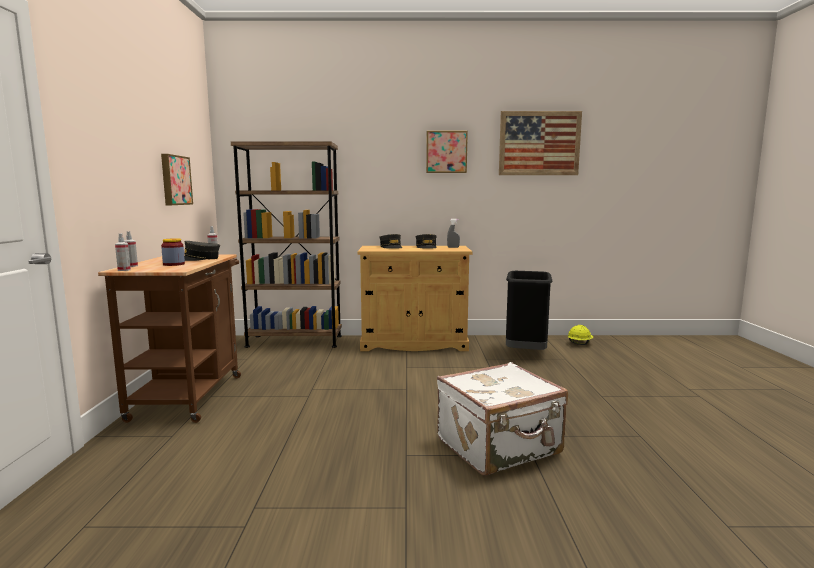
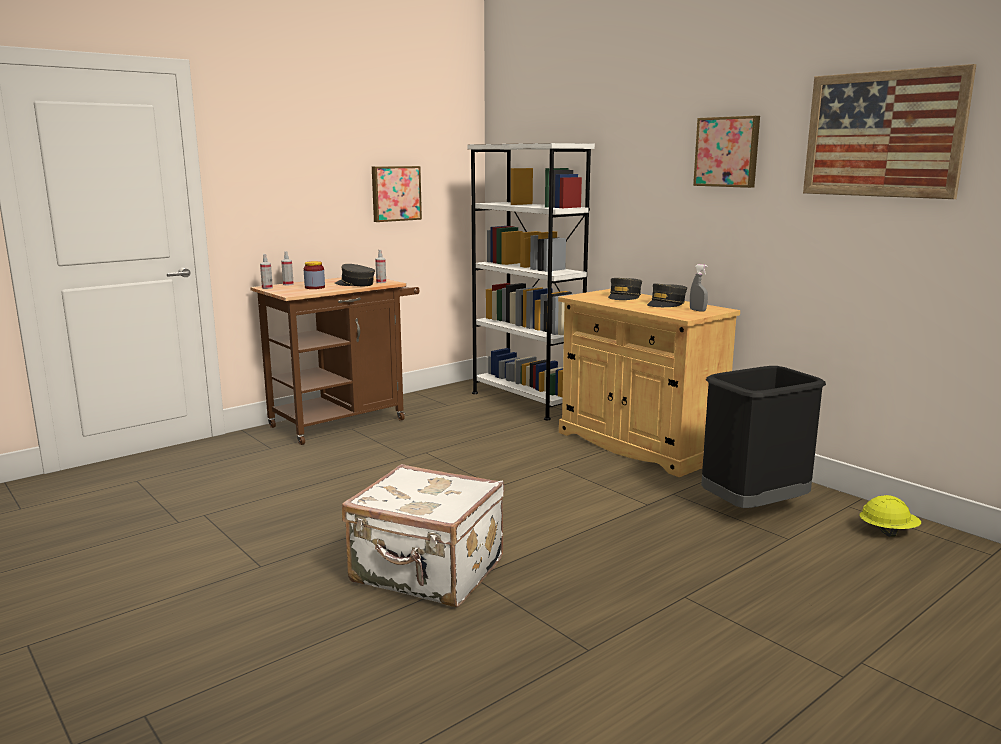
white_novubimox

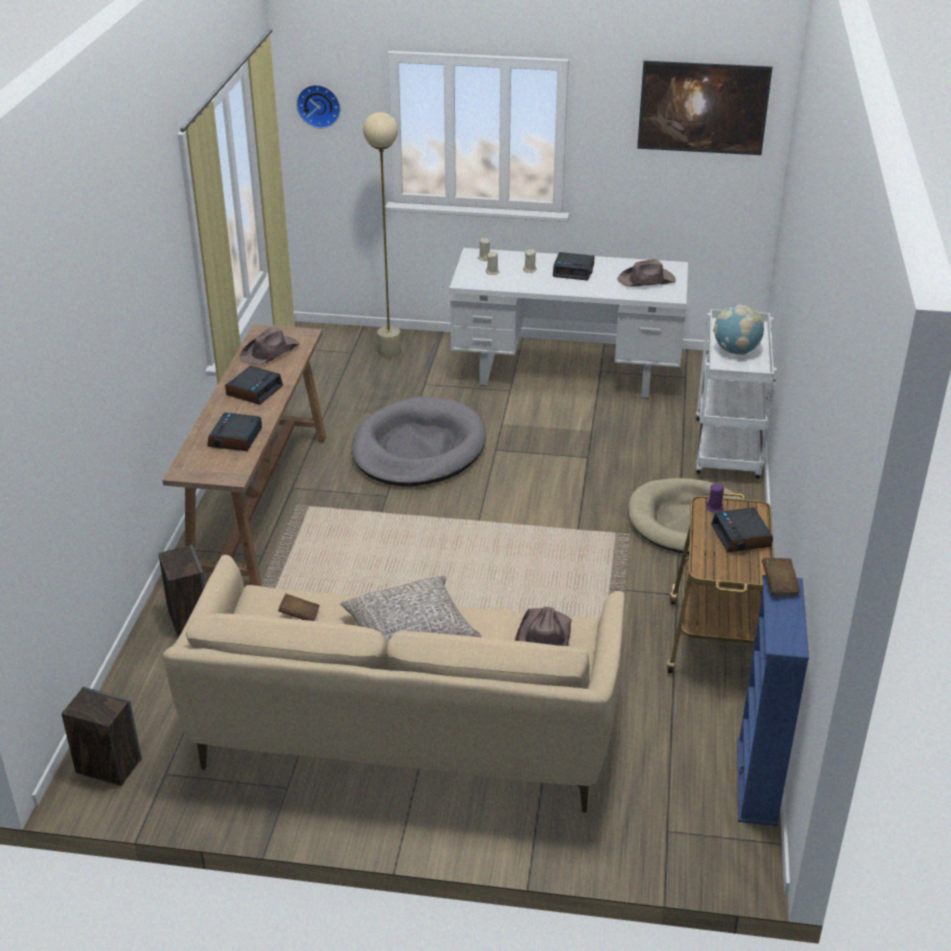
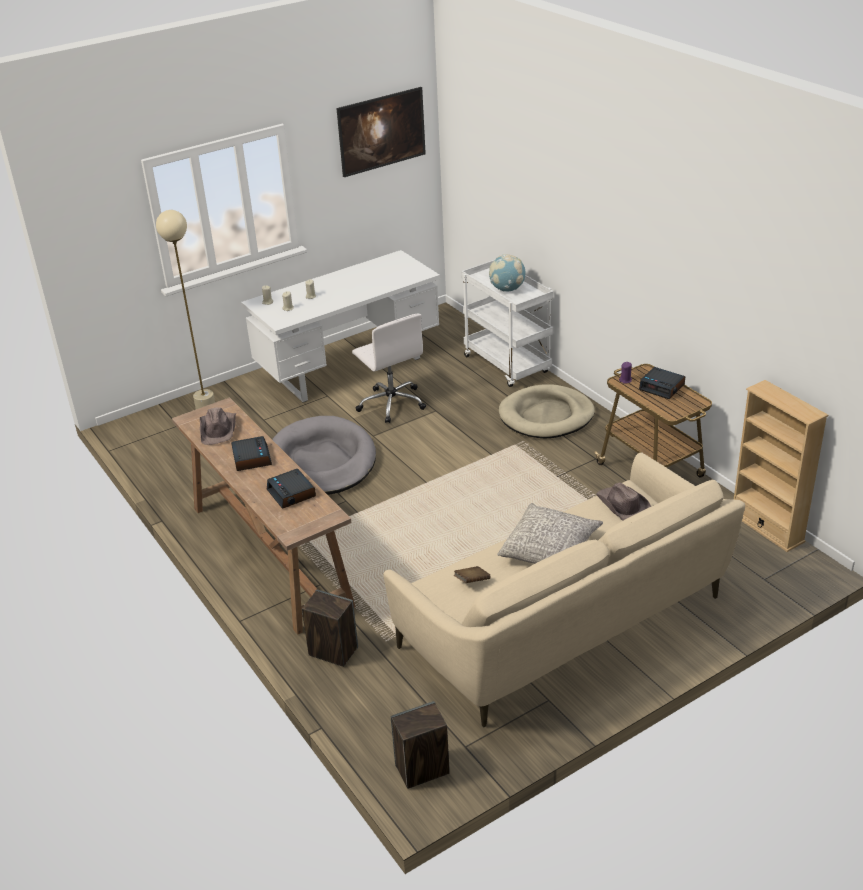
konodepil
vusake (3rd from left in the first image)
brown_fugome (3rd from left in the first image)
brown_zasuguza (2nd from left in the first image)
beige_novubimox
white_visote

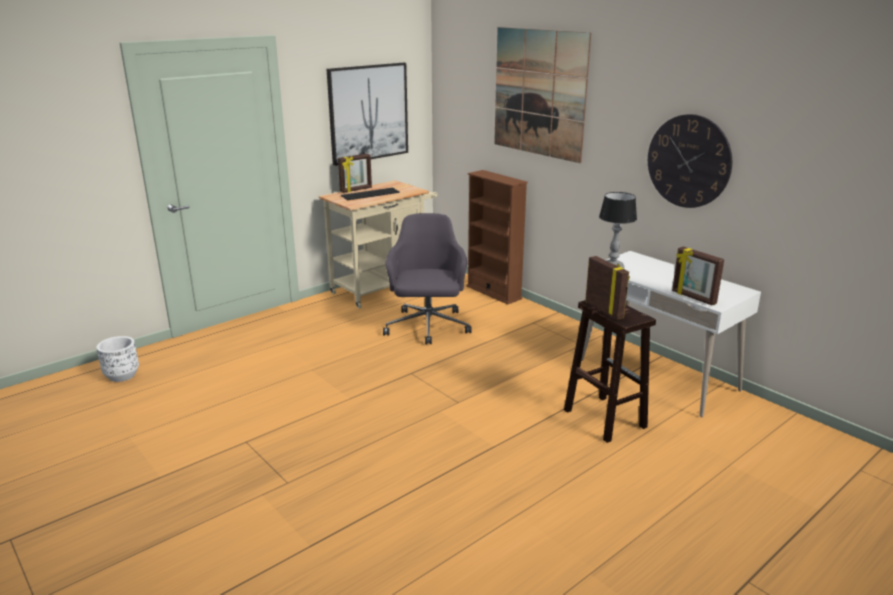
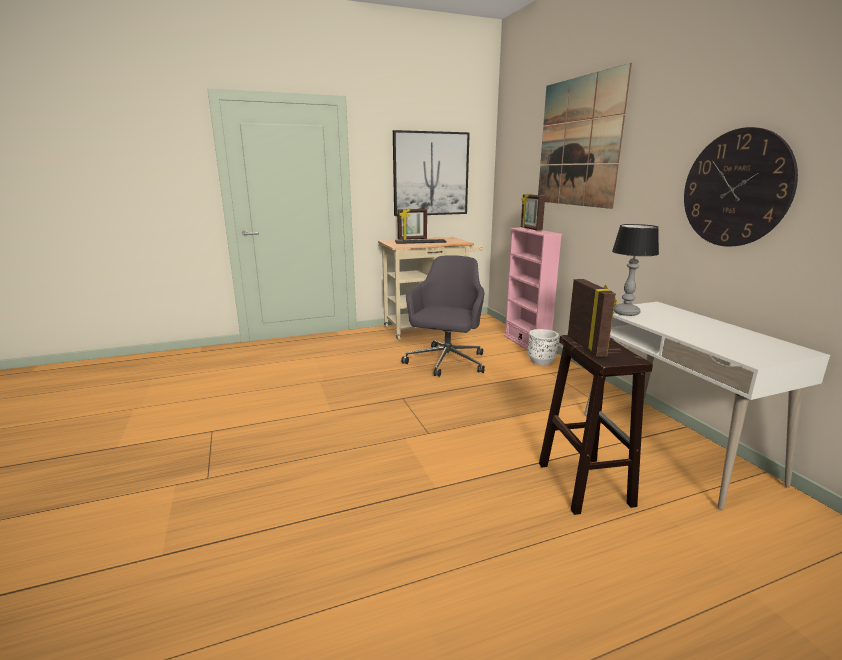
pink_novubimox
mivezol (2nd from left)
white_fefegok

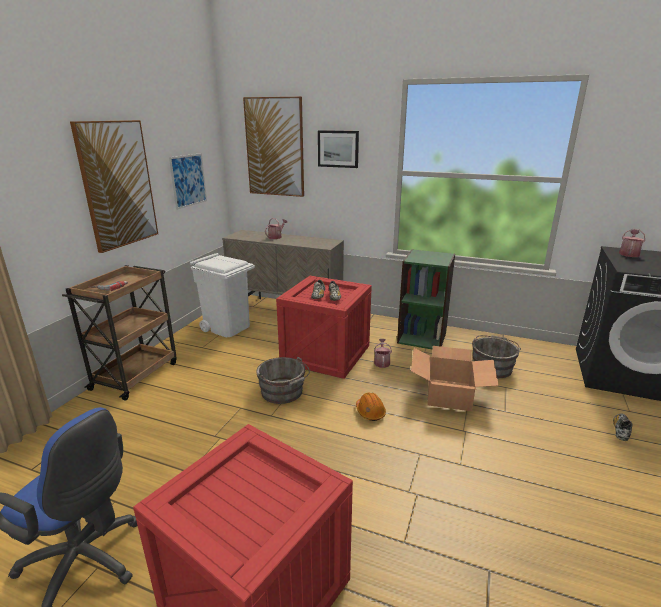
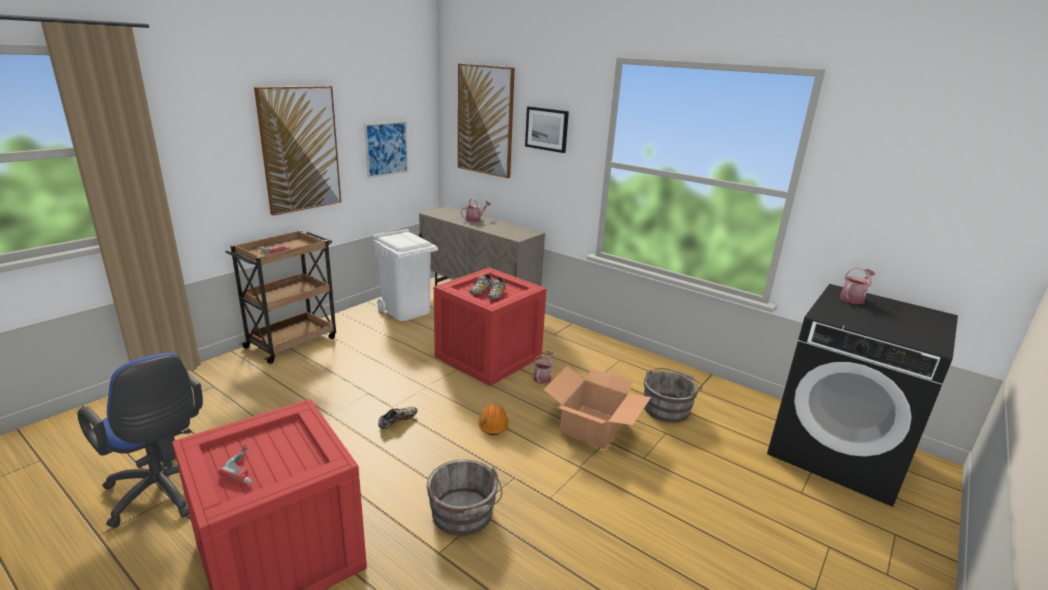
green_novubimox
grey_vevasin (1st from left)
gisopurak (1st from left)
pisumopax (1st from left)

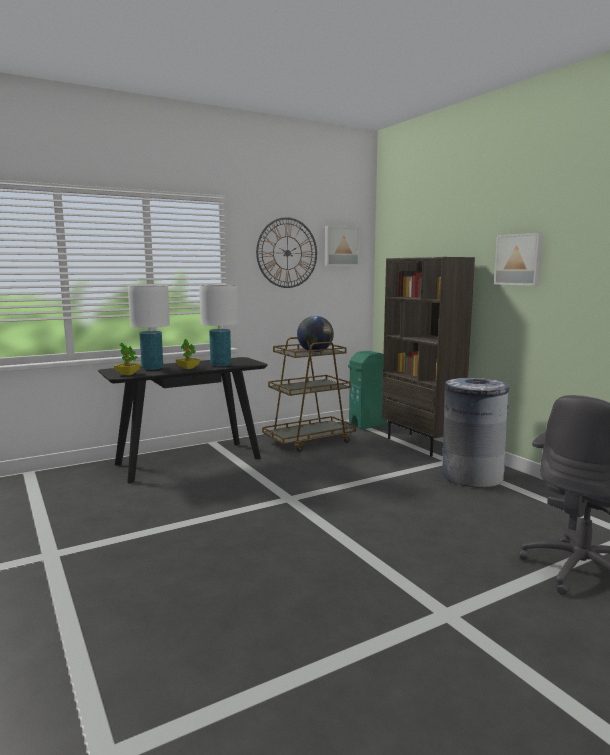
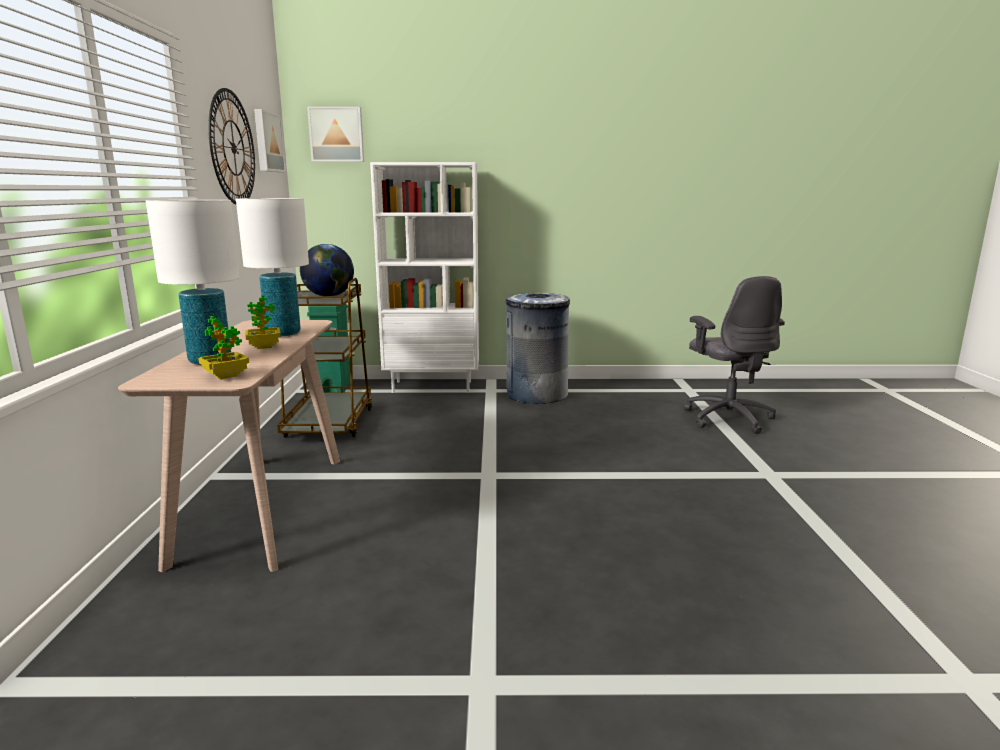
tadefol (2nd from left)
white_novubimox
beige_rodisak

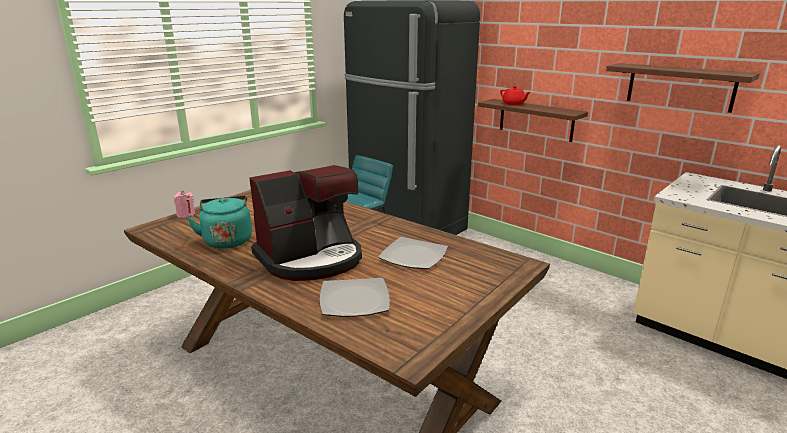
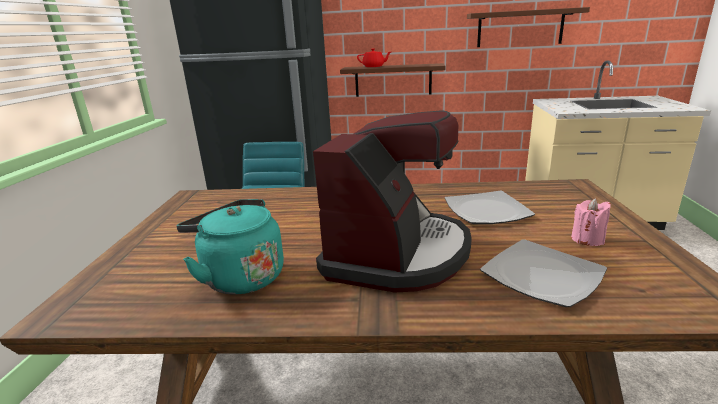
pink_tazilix

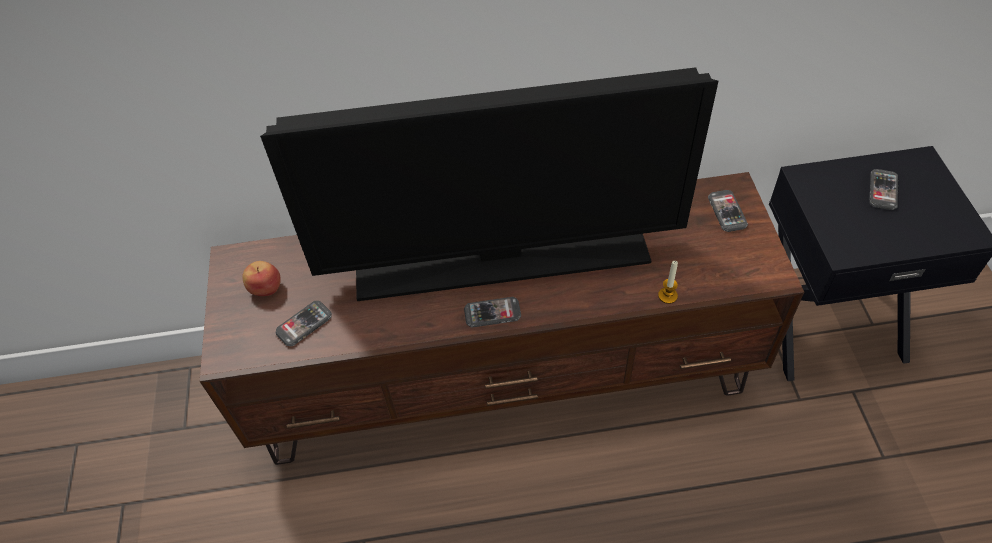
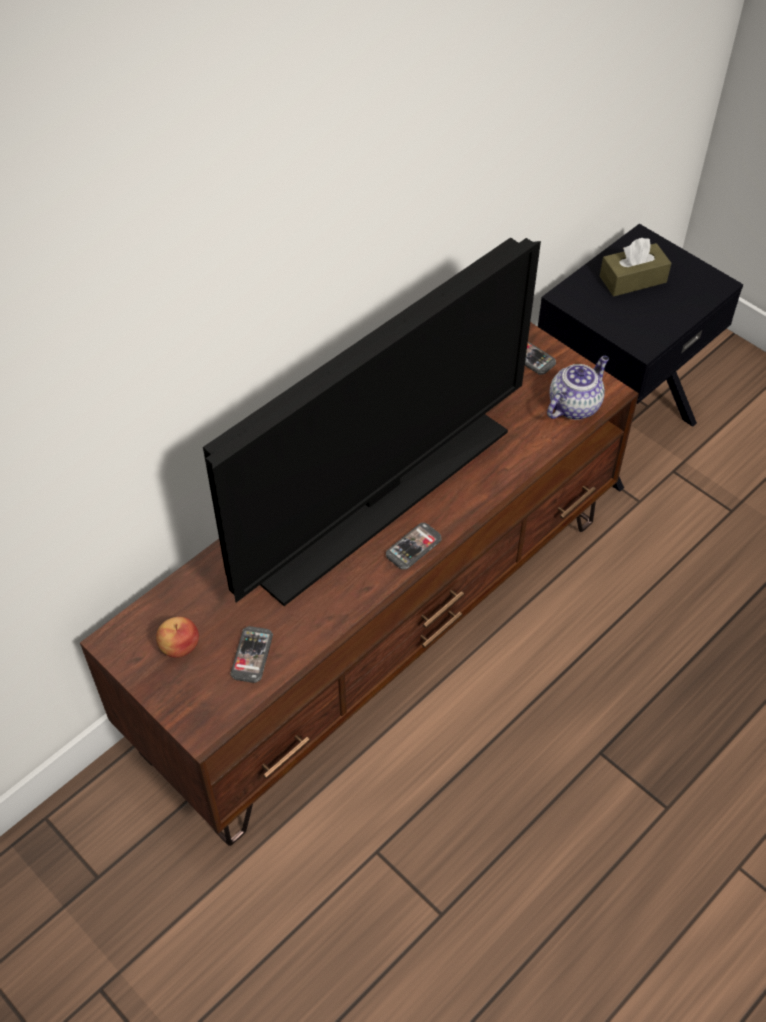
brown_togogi
tazilix
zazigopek

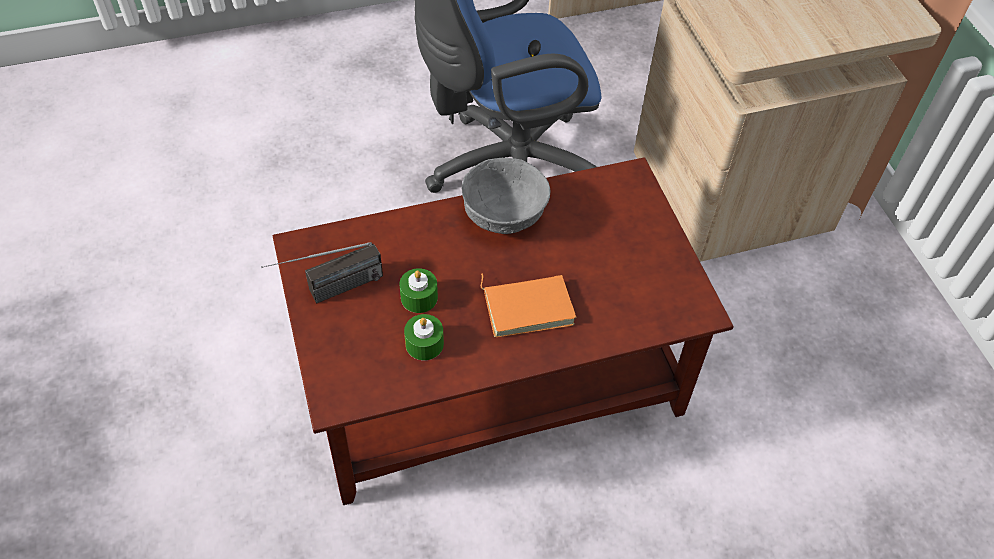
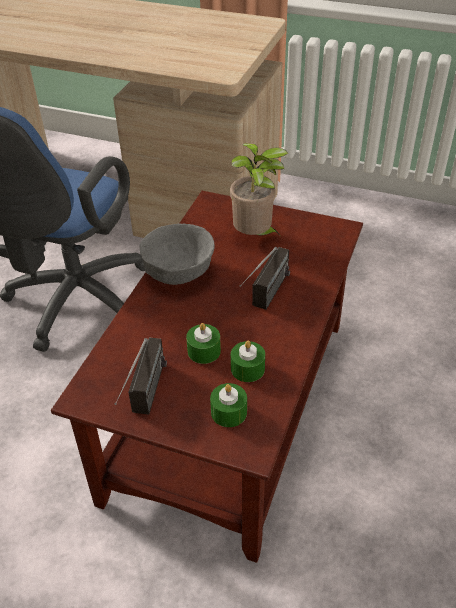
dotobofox (2nd from left)
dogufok
green_tazilix (2nd from left)

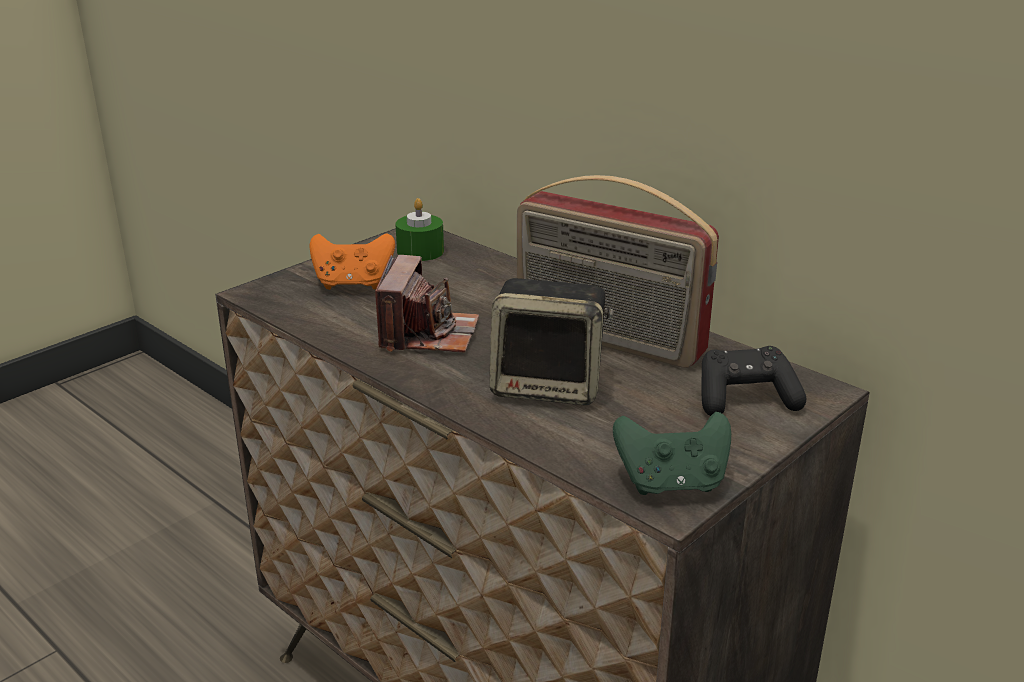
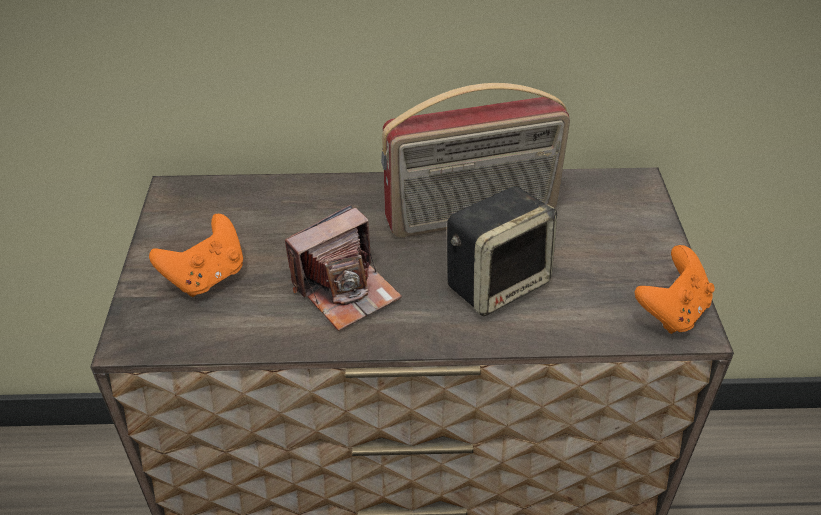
green_tazilix
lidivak
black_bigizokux
orange_bigizokux (2nd from left)

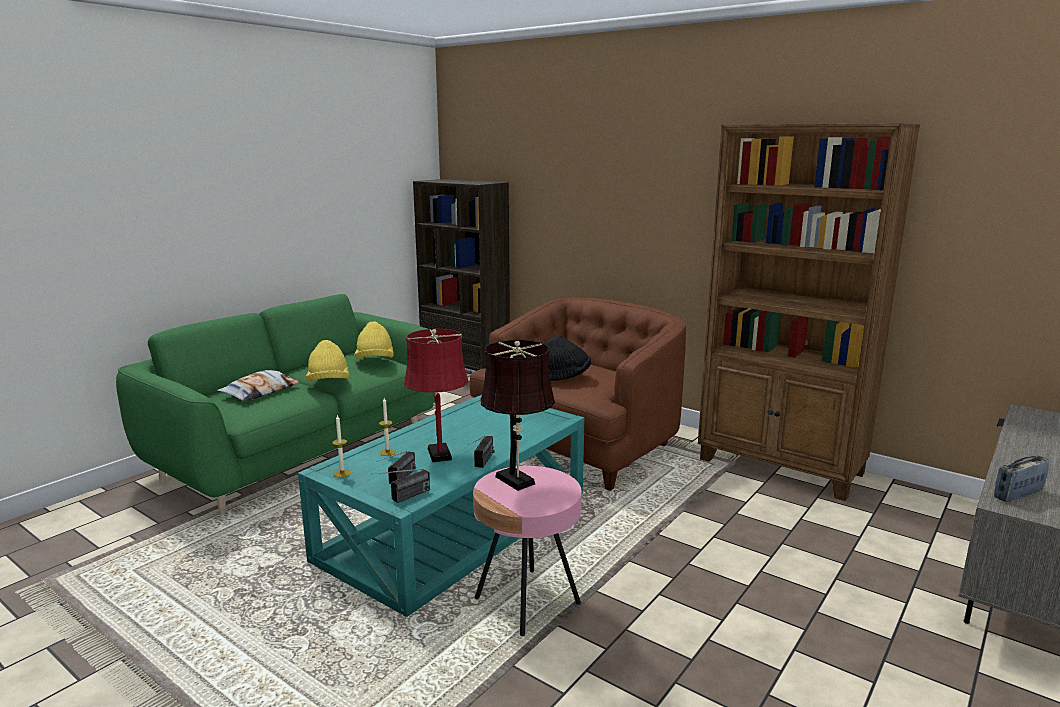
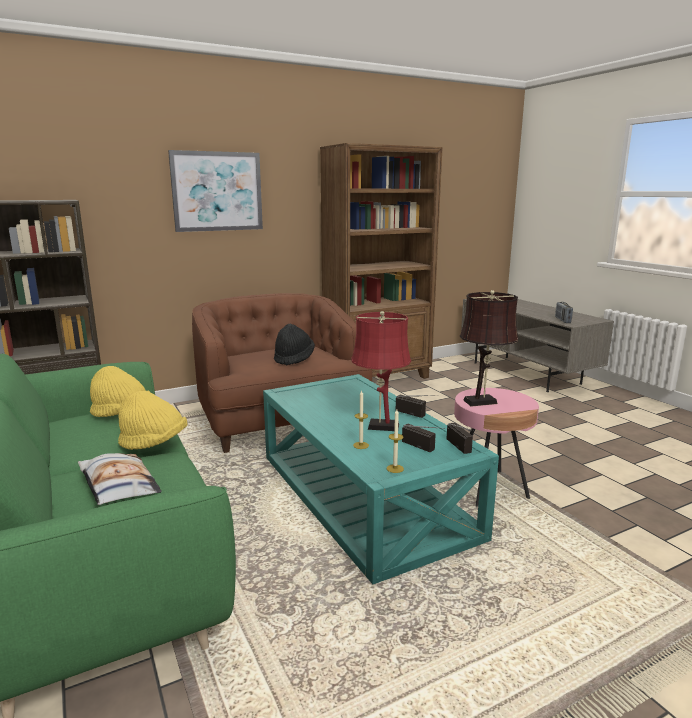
tadefol

